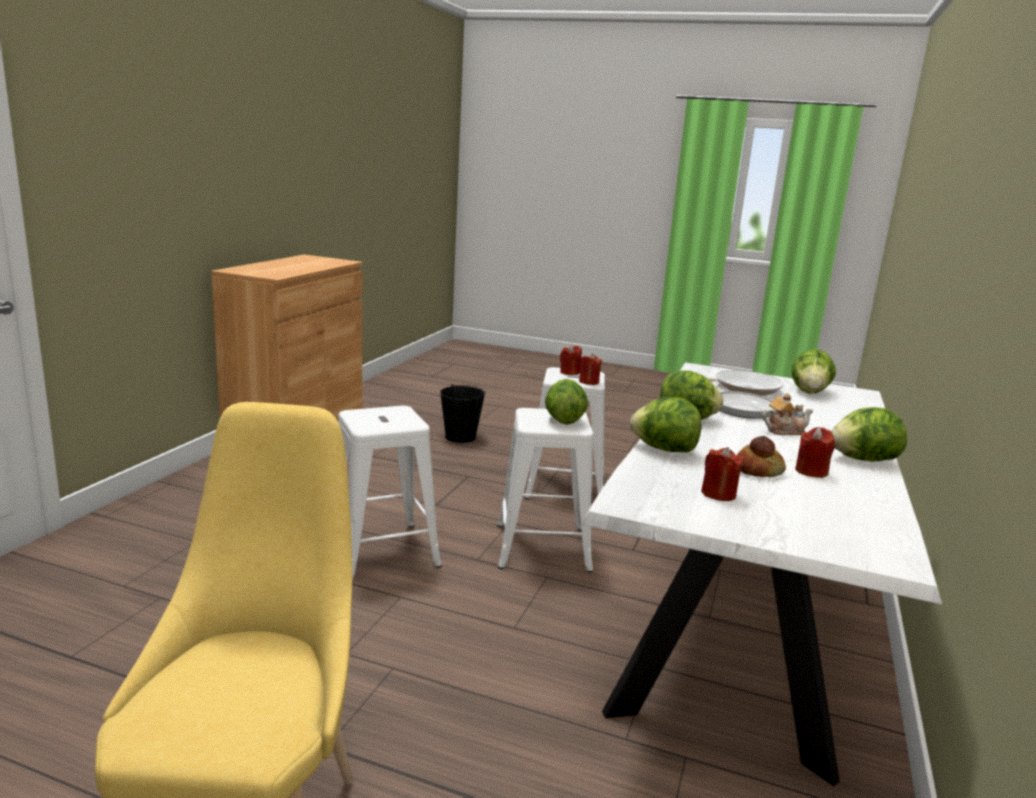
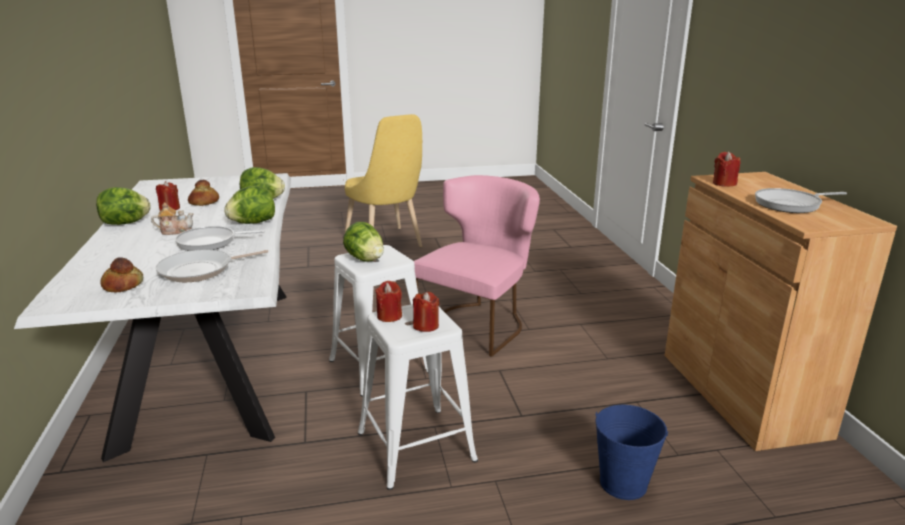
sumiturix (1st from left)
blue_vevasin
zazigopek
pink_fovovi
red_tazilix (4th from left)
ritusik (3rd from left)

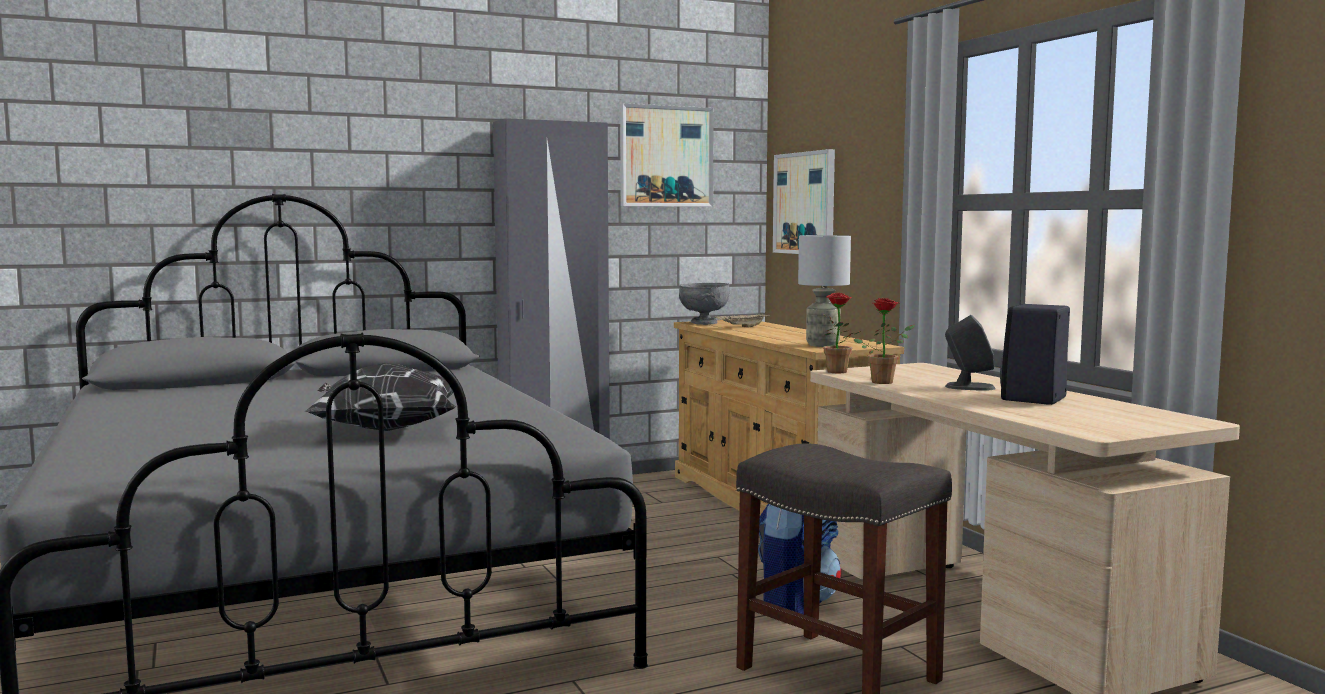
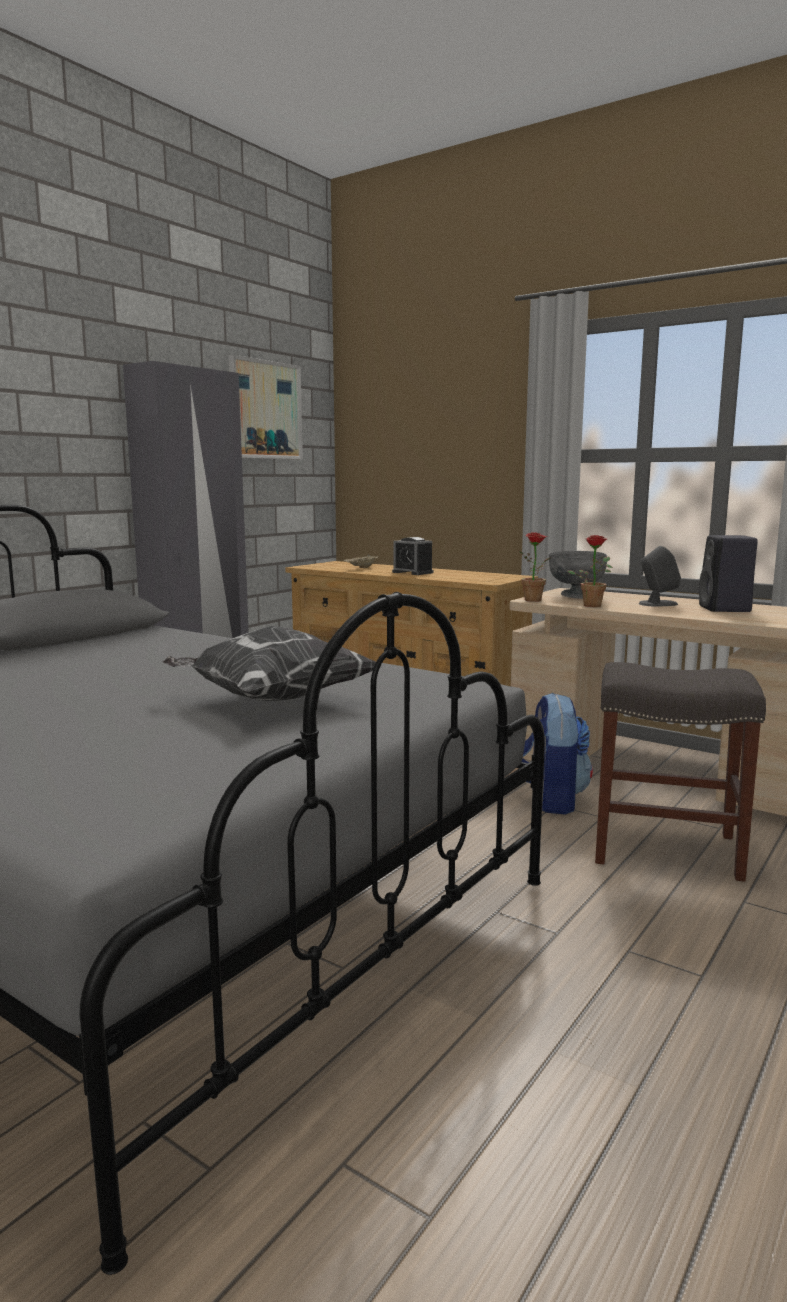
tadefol (2nd from left in the first image)
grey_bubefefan
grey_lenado
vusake

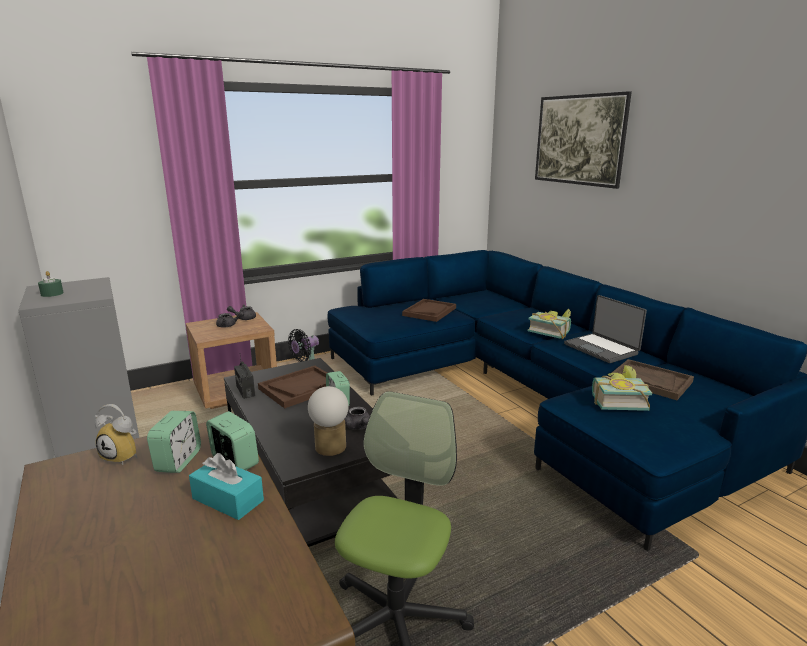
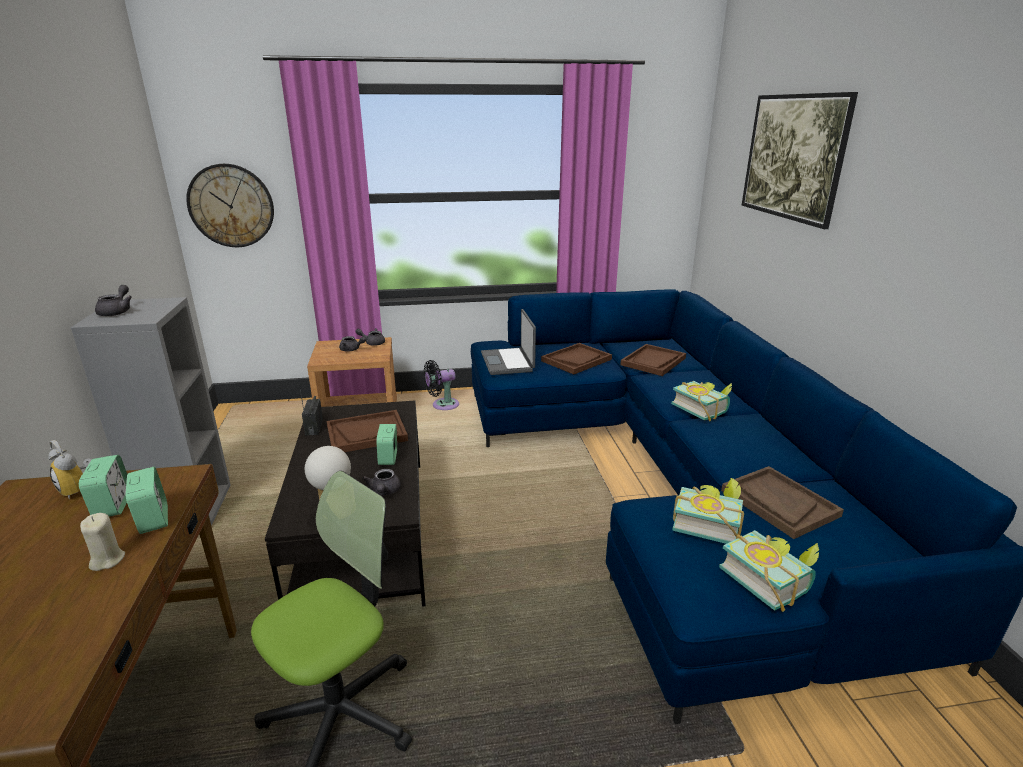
grey_zazigopek (1st from left)
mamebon
vusake (2nd from left)
beige_tazilix
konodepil
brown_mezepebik (3rd from left)
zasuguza (3rd from left)

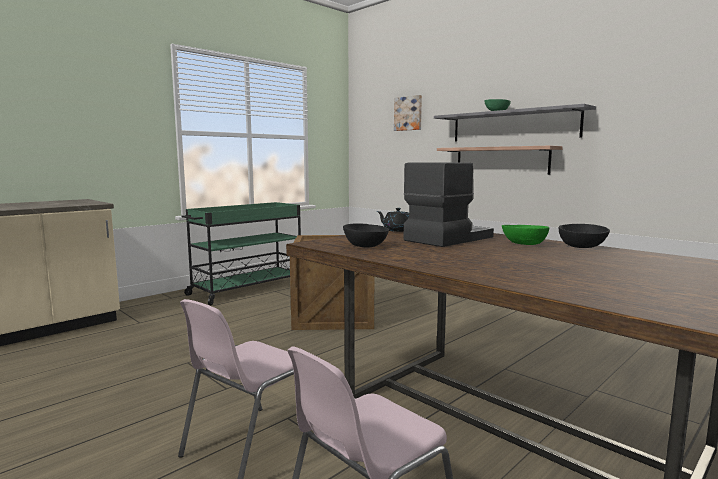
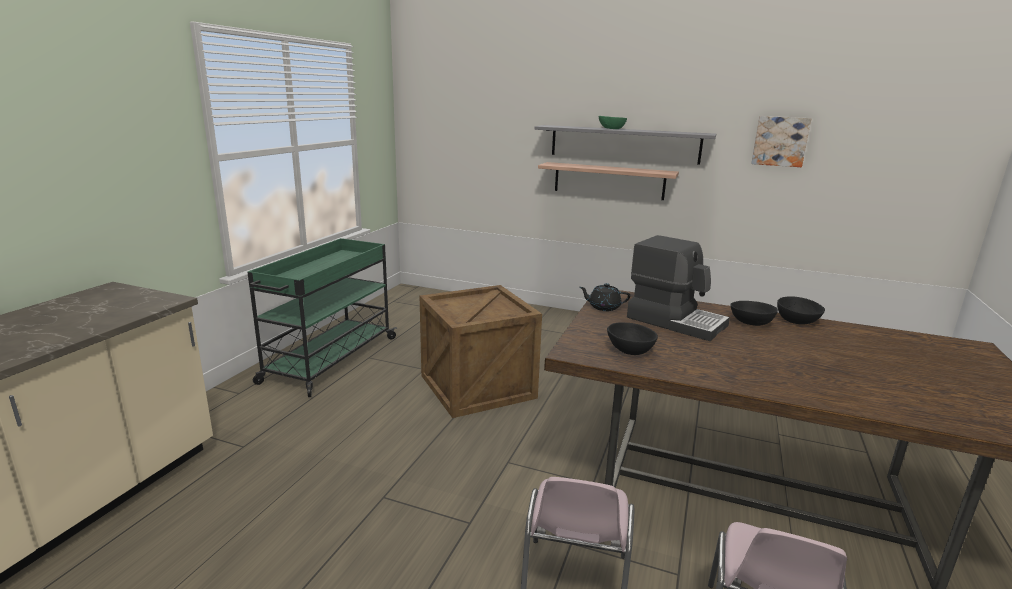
tadefol
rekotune
black_lenado (2nd from left)

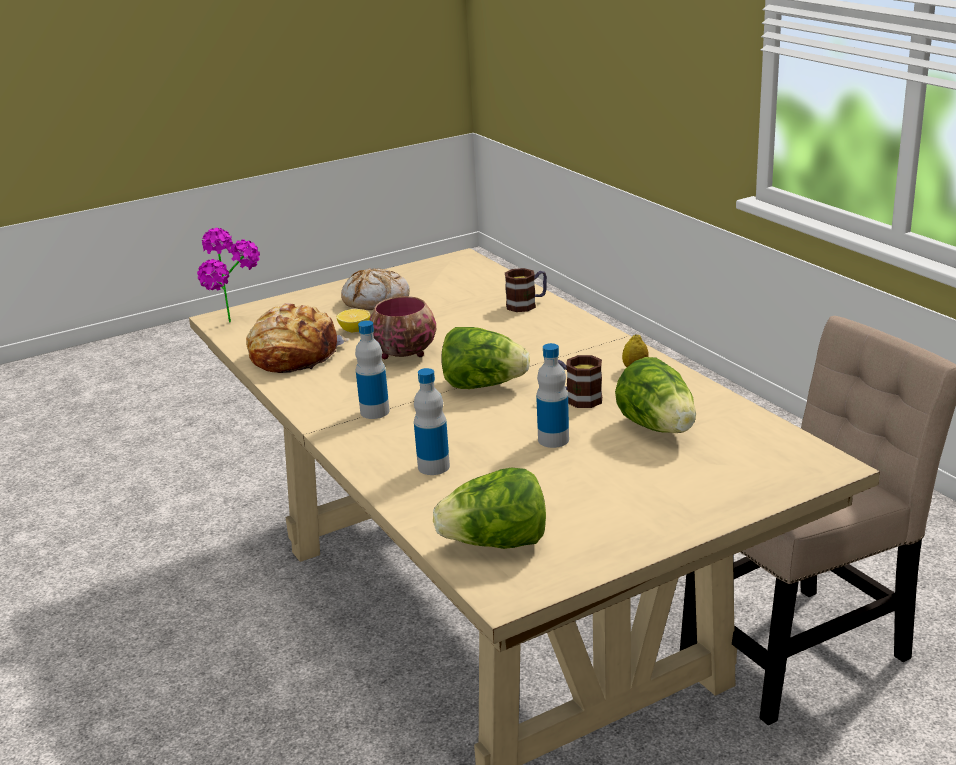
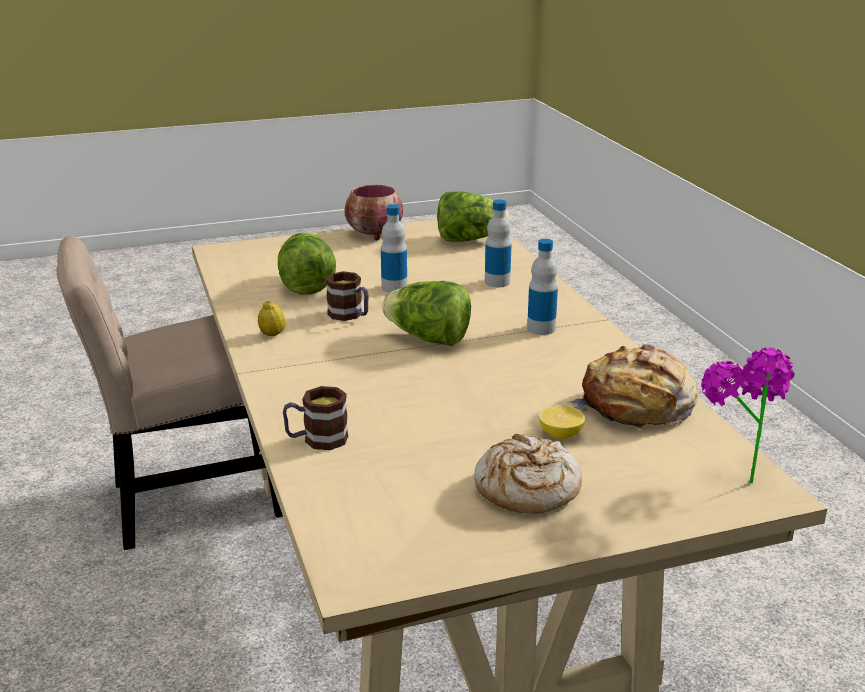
lenado

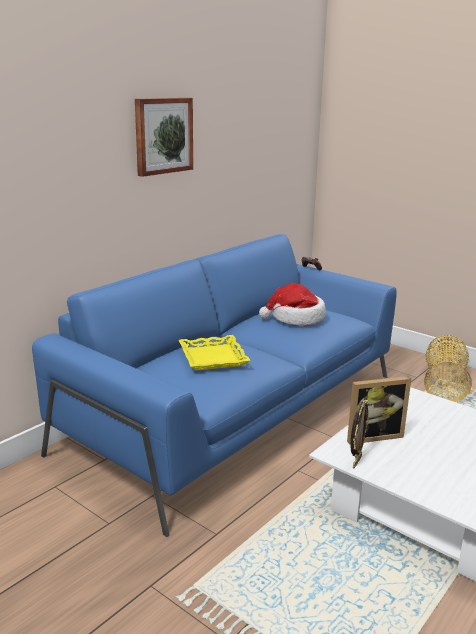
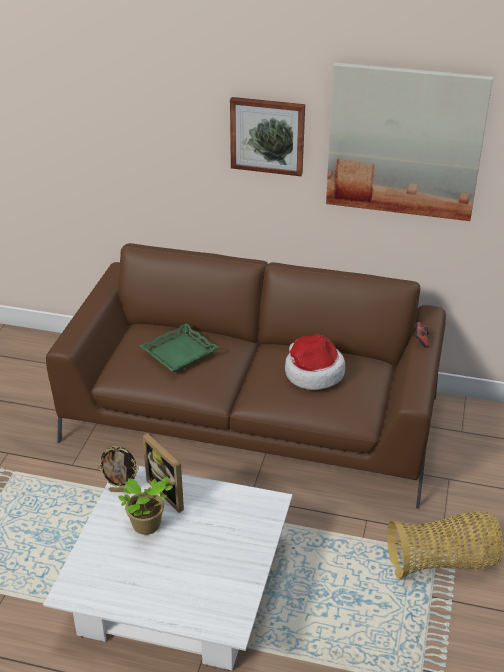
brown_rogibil
green_mezepebik
tadefol (2nd from left)
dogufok

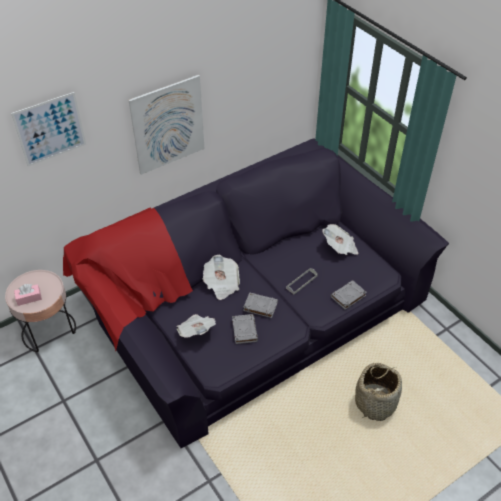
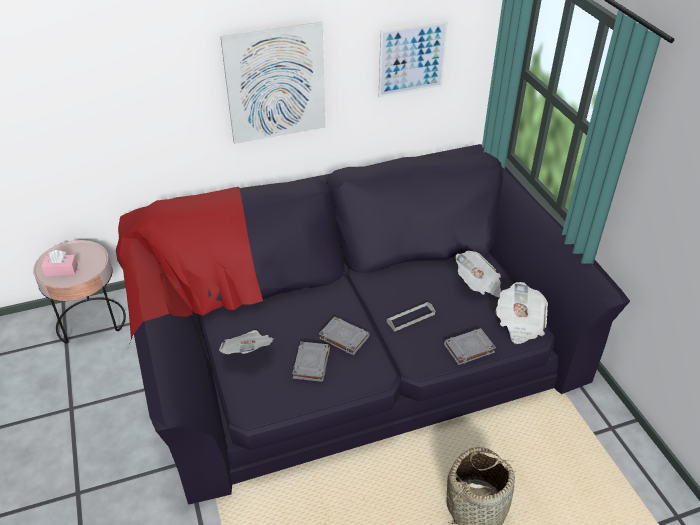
tadefol (2nd from left)
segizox (3rd from left)

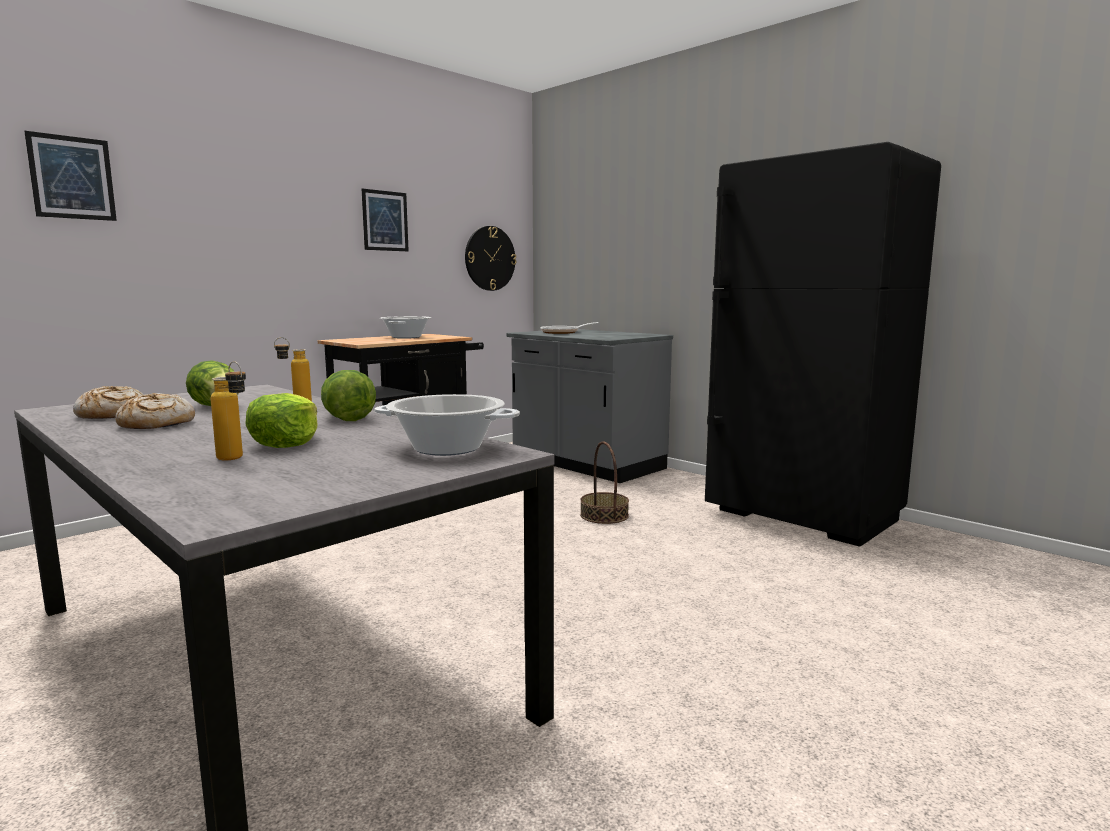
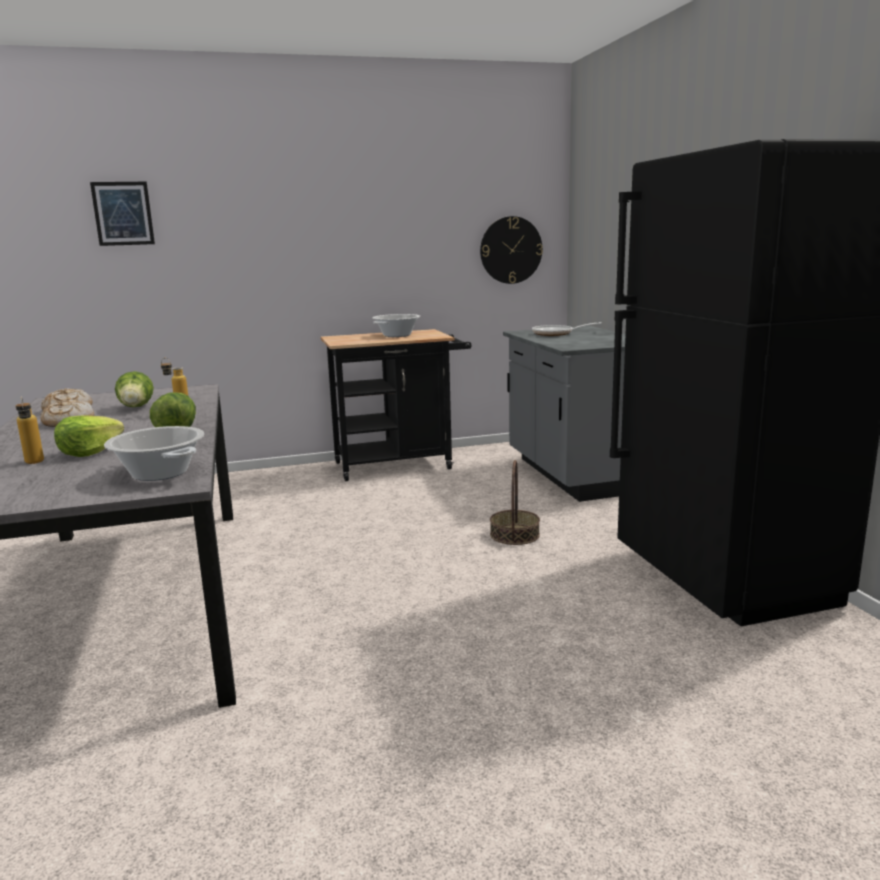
tadefol (2nd from left in the first image)

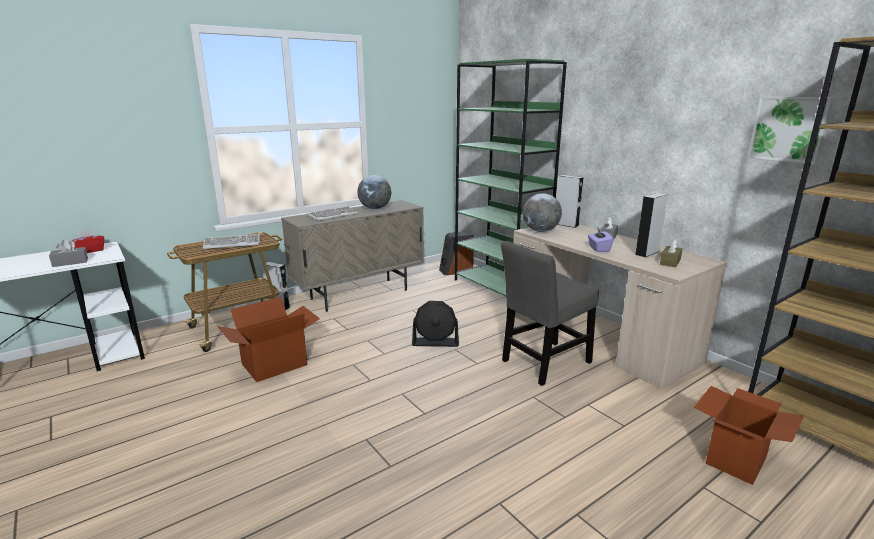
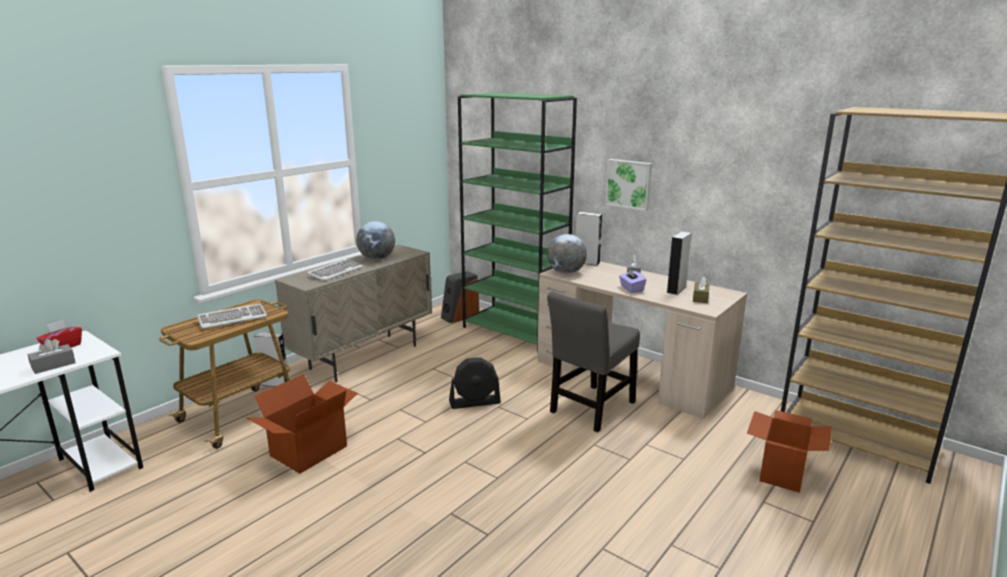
tadefol

